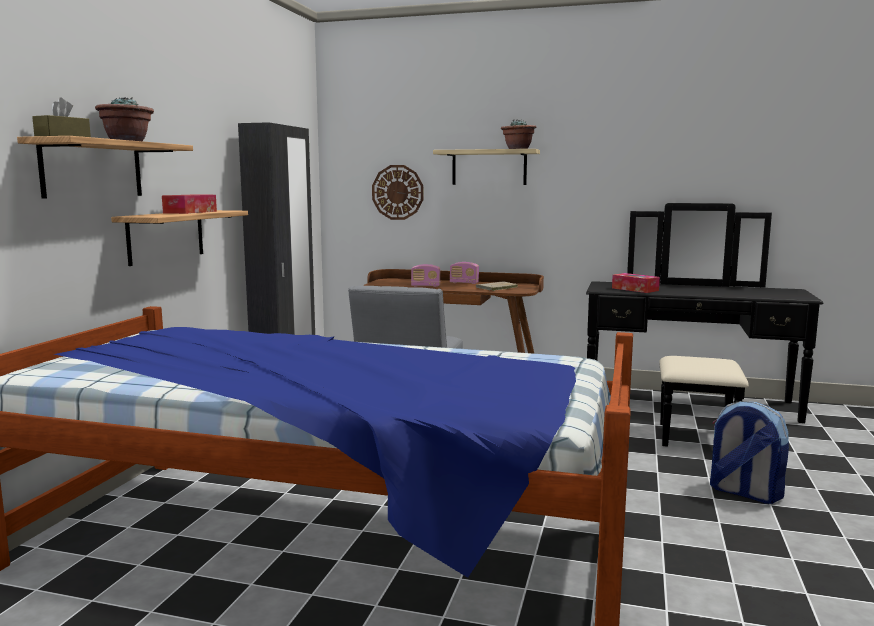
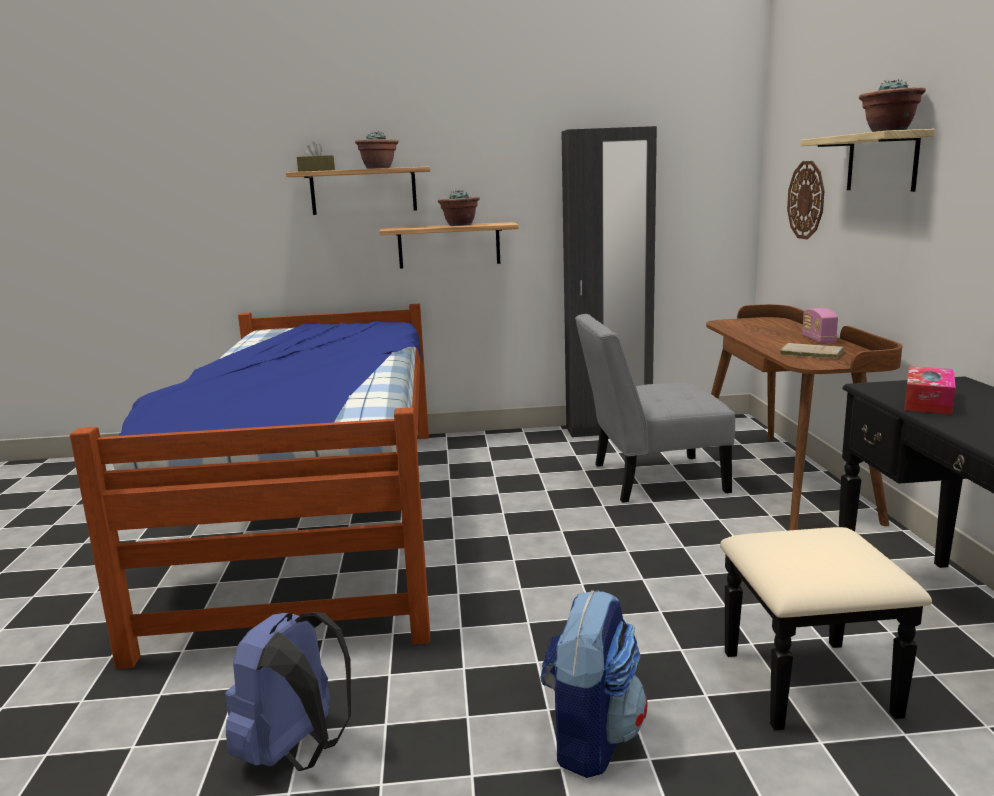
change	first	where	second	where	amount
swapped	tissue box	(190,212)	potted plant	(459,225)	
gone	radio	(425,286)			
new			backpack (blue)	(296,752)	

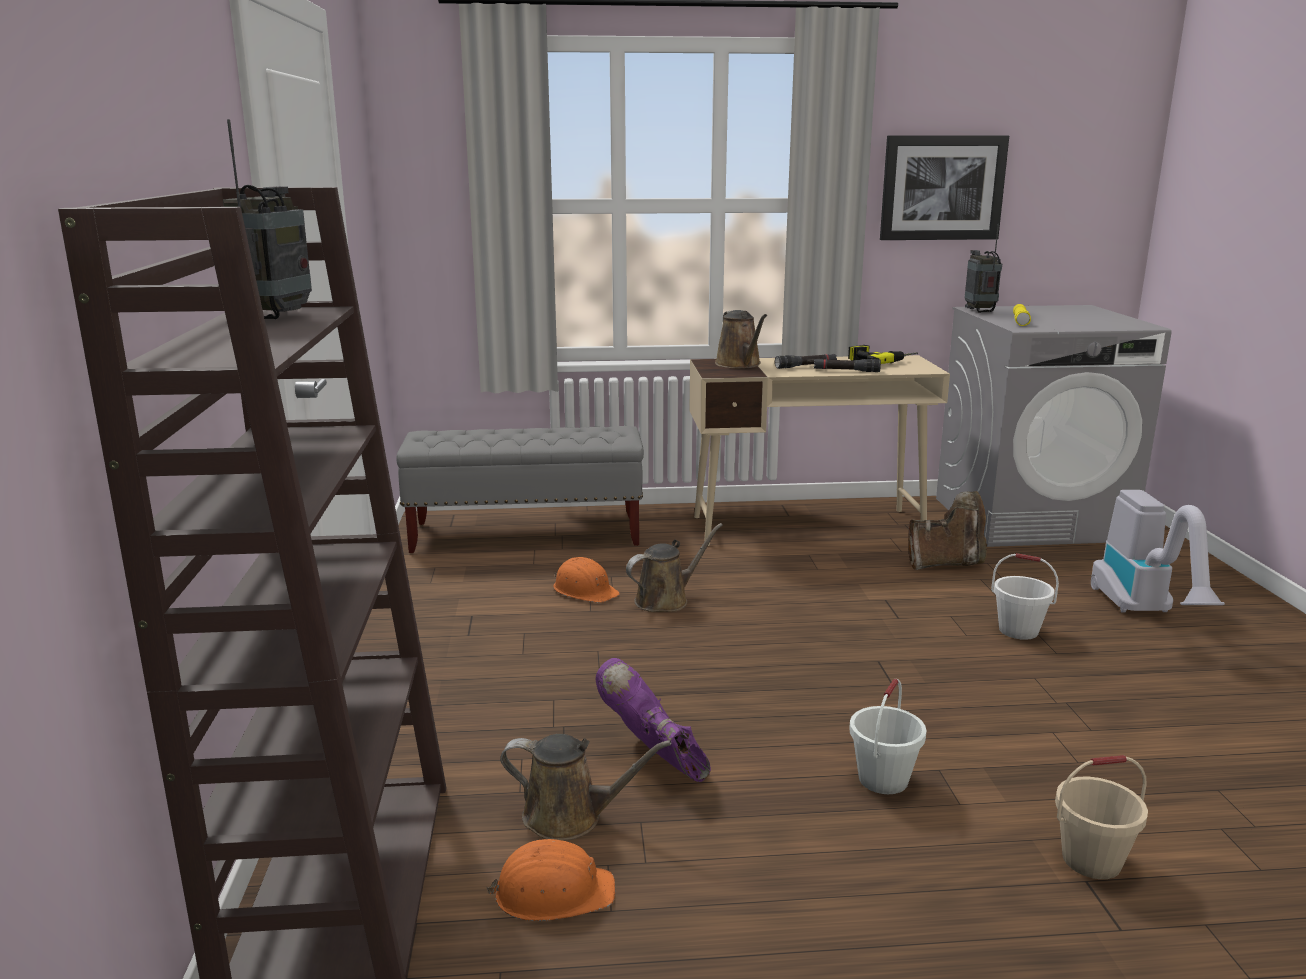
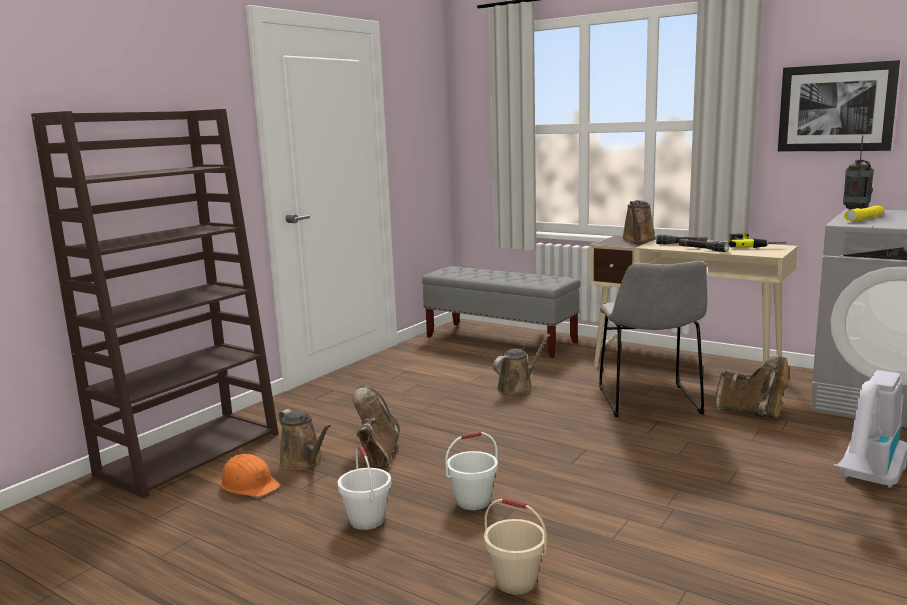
change	first	where	second	where	amount
gone	radio	(276,317)			
rotated	watering can (brown)	(666,600)		(517,387)	45 degrees counterclockwise
shifted	bucket (white)	(1018,630)		(367,520)	
gone	hard hat (orange)	(585,590)			
repainted	boot (purple)	(655,760)	boot (brown)	(378,453)	
new			chair (grey)	(650,403)	

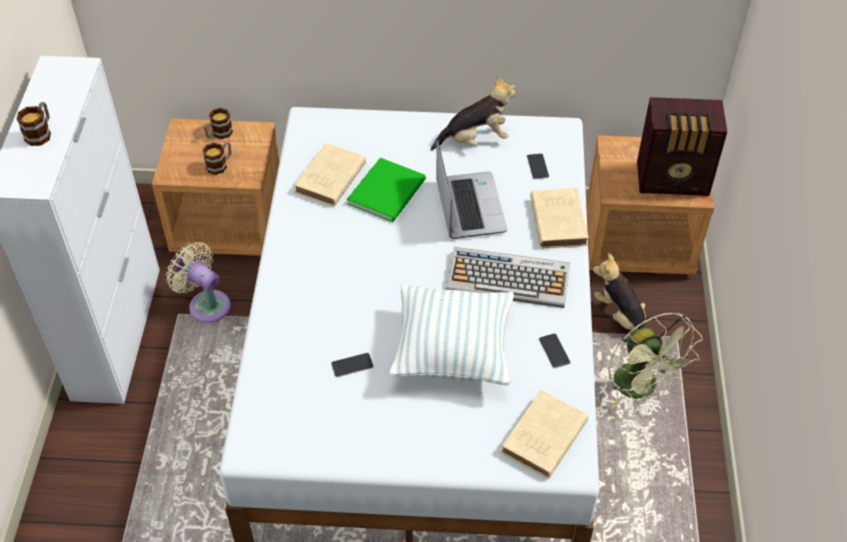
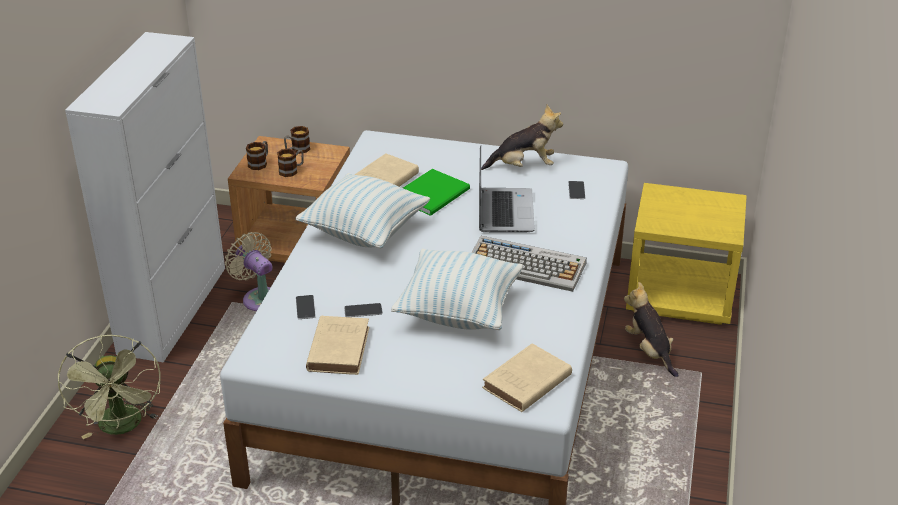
change	first	where	second	where	amount
gone	radio	(674,180)			
shifted	mug	(40,133)		(260,163)	
repainted	nightstand (brown)	(639,242)	nightstand (yellow)	(680,295)	
shifted	book (beige)	(558,220)		(339,348)	
shifted	fan (green)	(642,388)		(122,427)	
shifted	phone	(554,351)		(305,307)	
new			pillow	(364,232)	

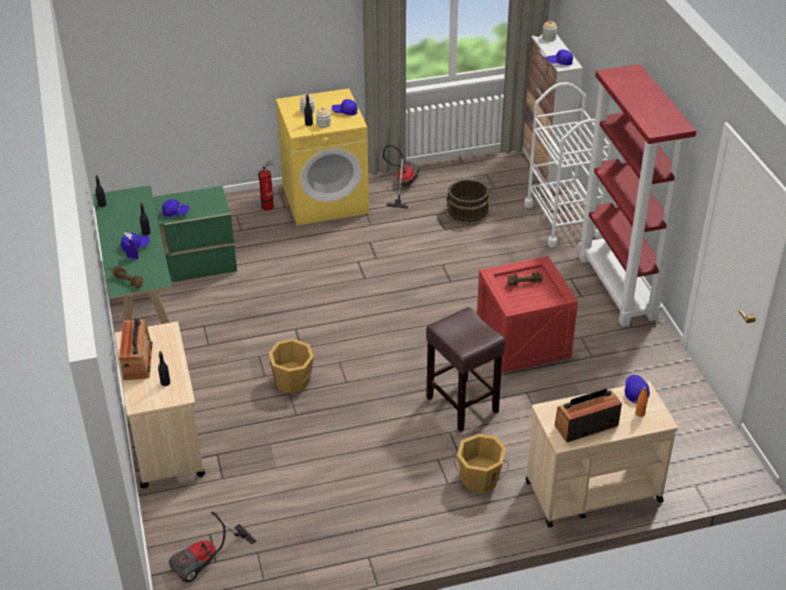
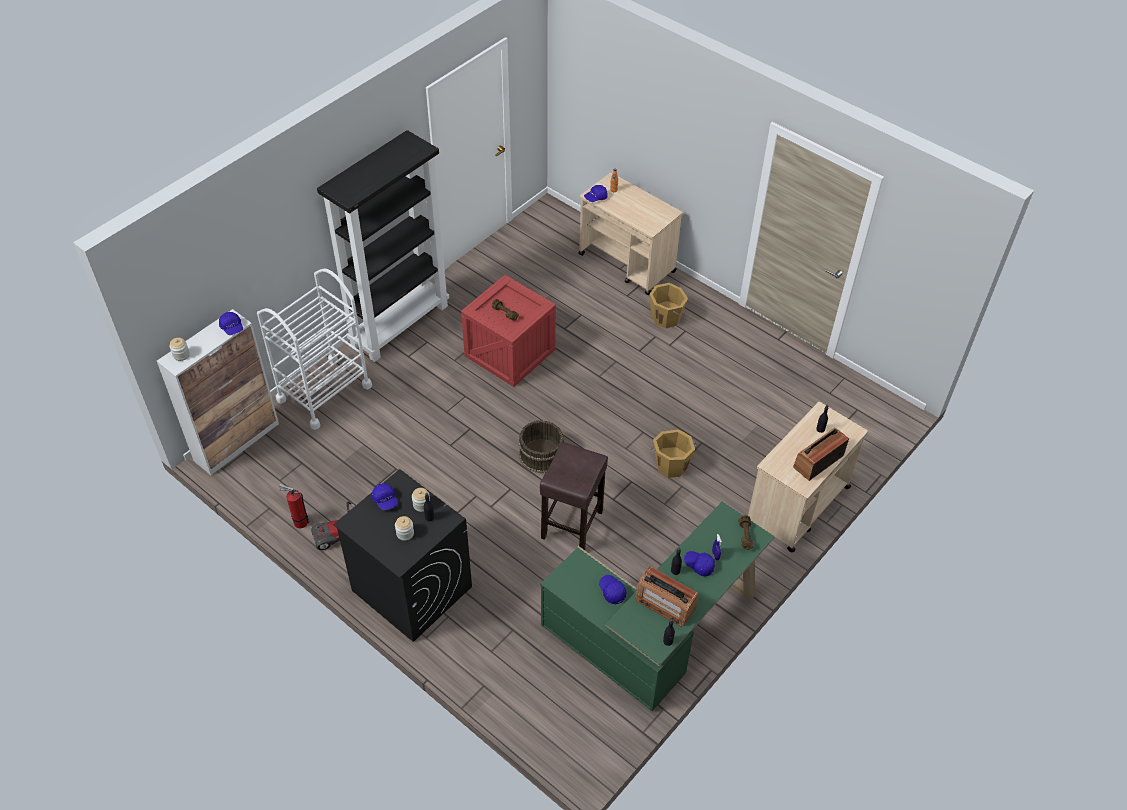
change	first	where	second	where	amount
repainted	bookcase (red)	(618,288)	bookcase (black)	(400,324)	
repainted	washing machine (yellow)	(325,199)	washing machine (black)	(411,588)	
shifted	fire extinguisher	(269,206)		(299,522)	
shifted	bucket (brown)	(467,212)		(542,454)	
shifted	stool (brown)	(463,405)		(572,523)	
shifted	radio	(586,425)		(665,604)	
gone	vacuum cleaner	(208,561)			

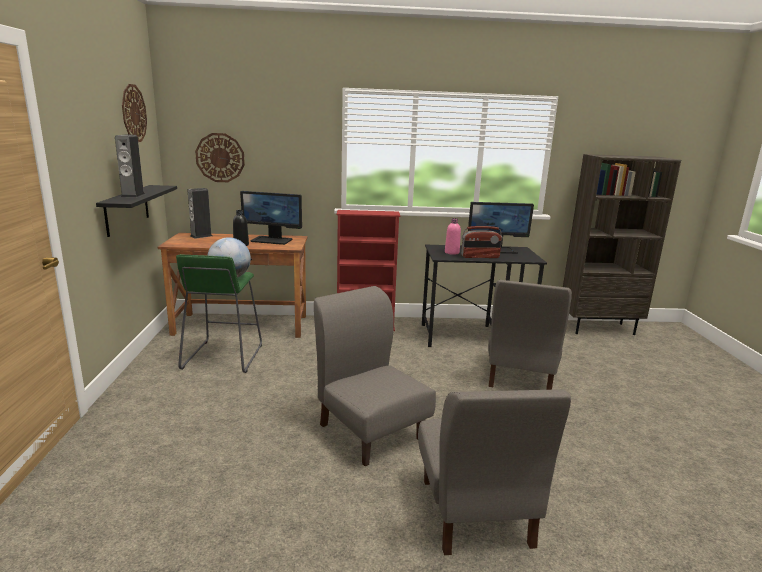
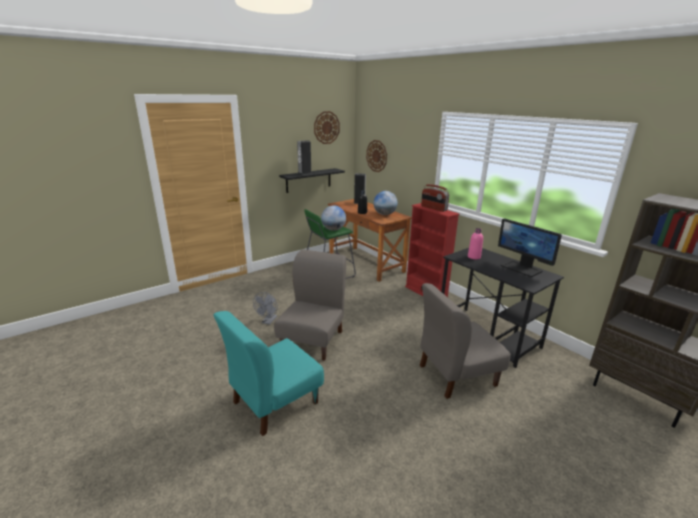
change	first	where	second	where	amount
swapped	monitor	(272,240)	globe	(384,214)	
shifted	radio	(480,257)		(433,208)	
repainted	chair (grey)	(475,512)	chair (turquoise)	(274,402)	
new			fan (grey)	(268,321)	

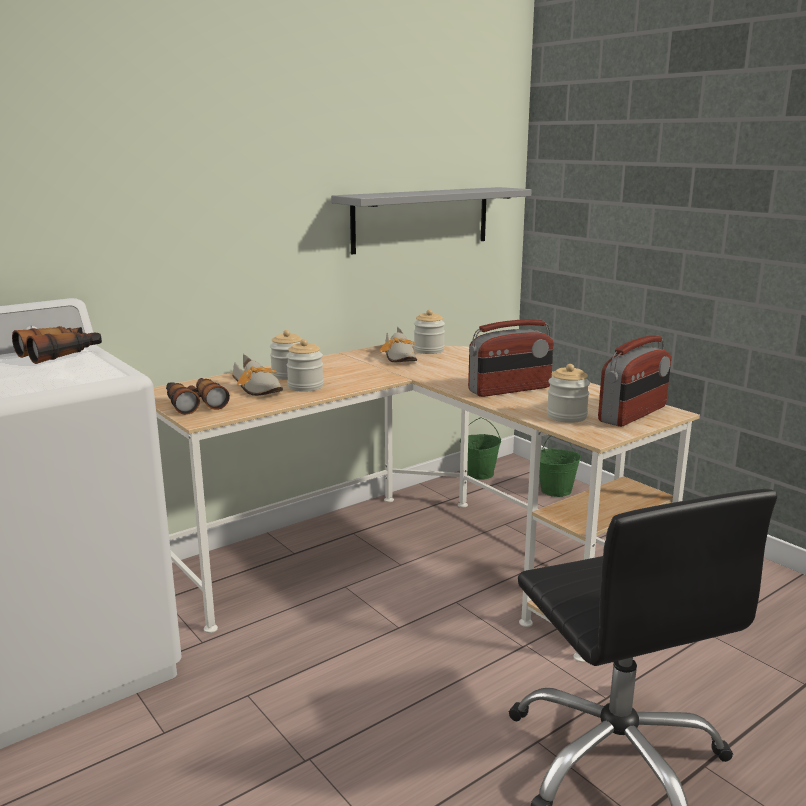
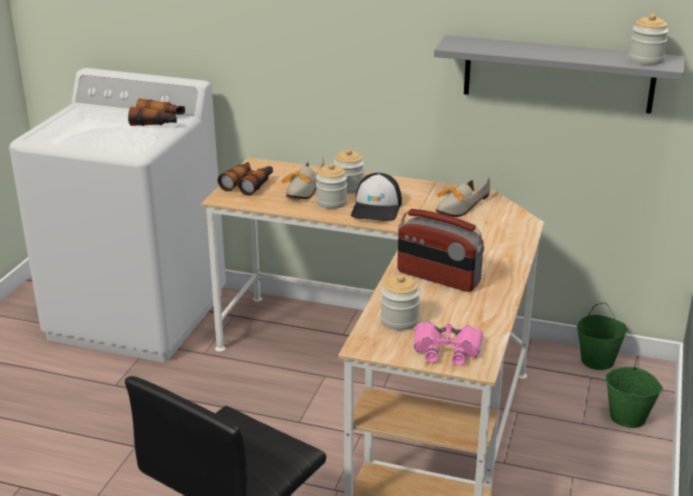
change	first	where	second	where	amount
shifted	jar	(429,350)		(646,60)	
swapped	radio	(633,414)	binoculars (pink)	(446,349)	
new			cap	(377,208)	

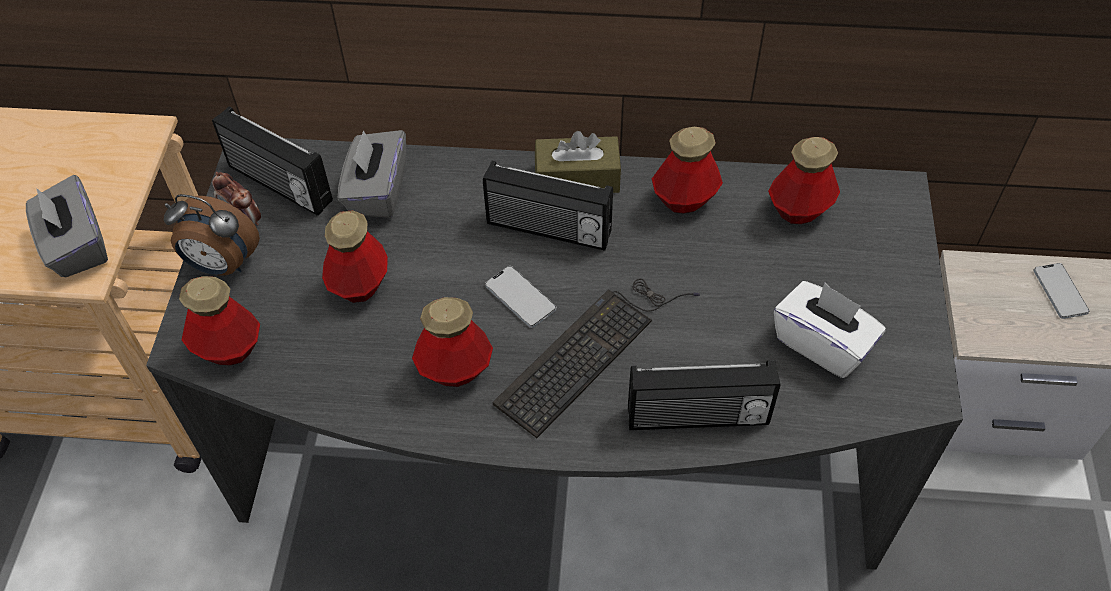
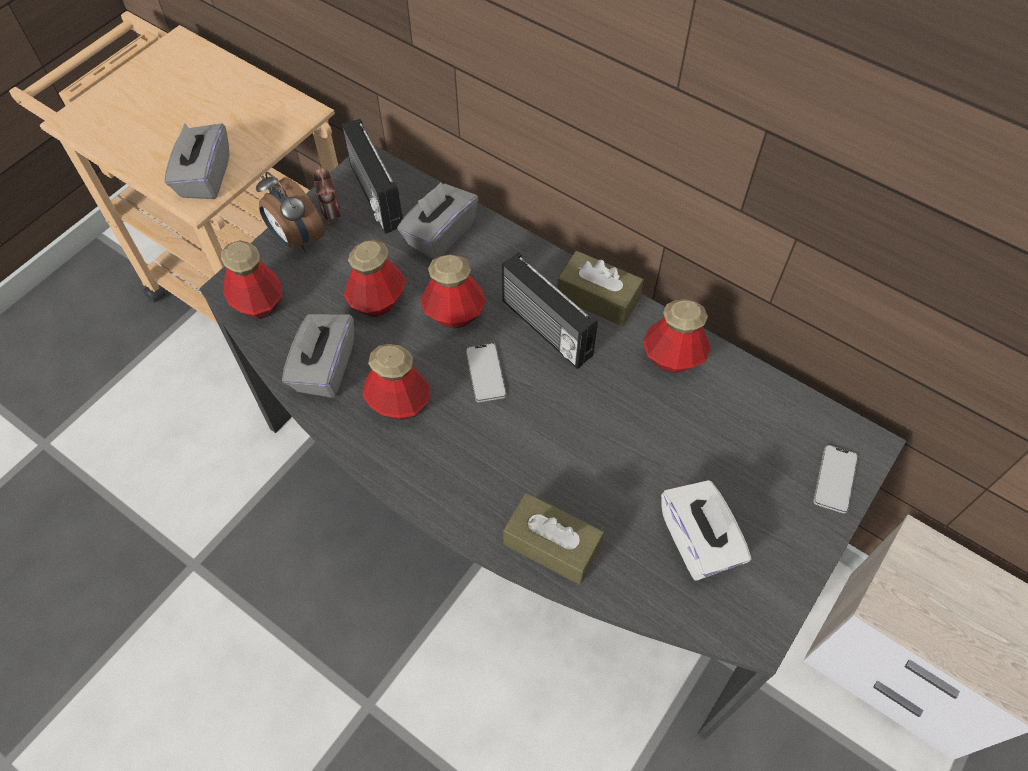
change	first	where	second	where	amount
shifted	bottle	(799,209)		(454,314)	
shifted	phone	(1060,291)		(835,479)	
gone	keyboard	(592,349)			
swapped	radio	(698,418)	tissue box (brown)	(552,545)	
new			tissue box (grey)	(324,368)	

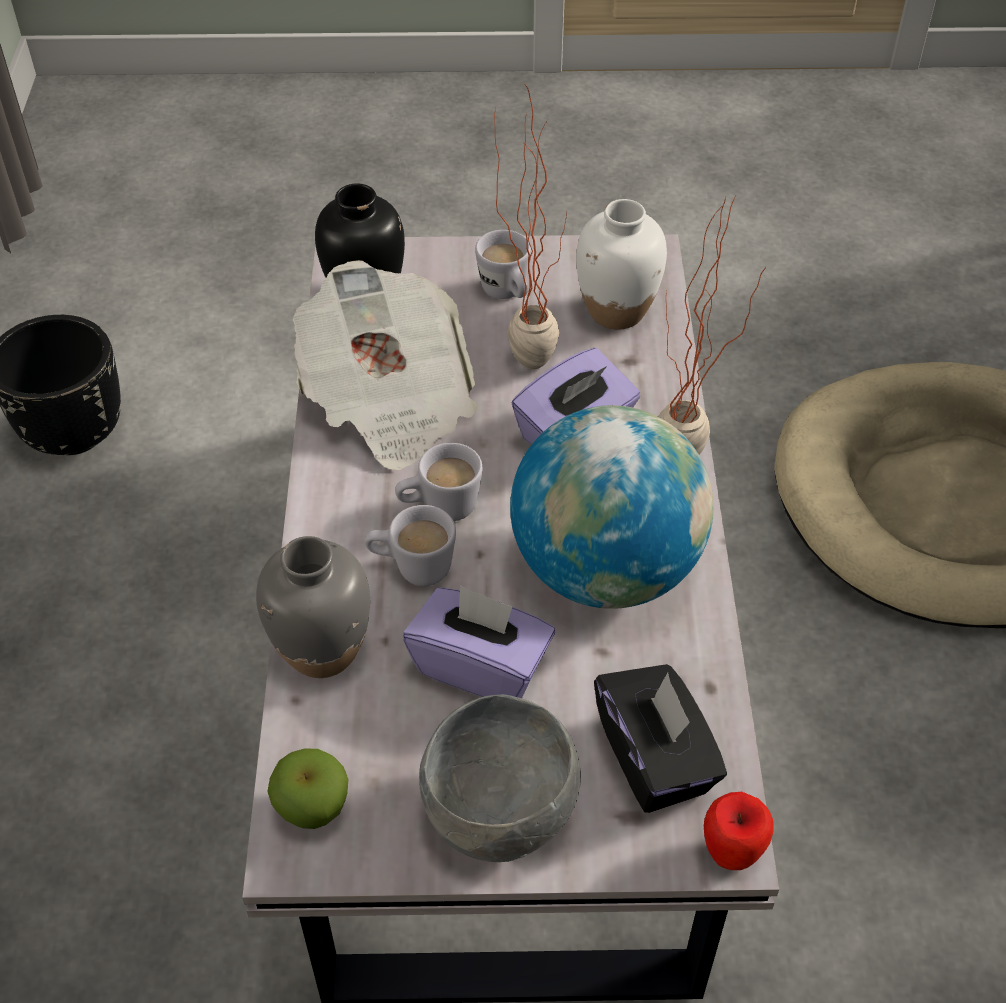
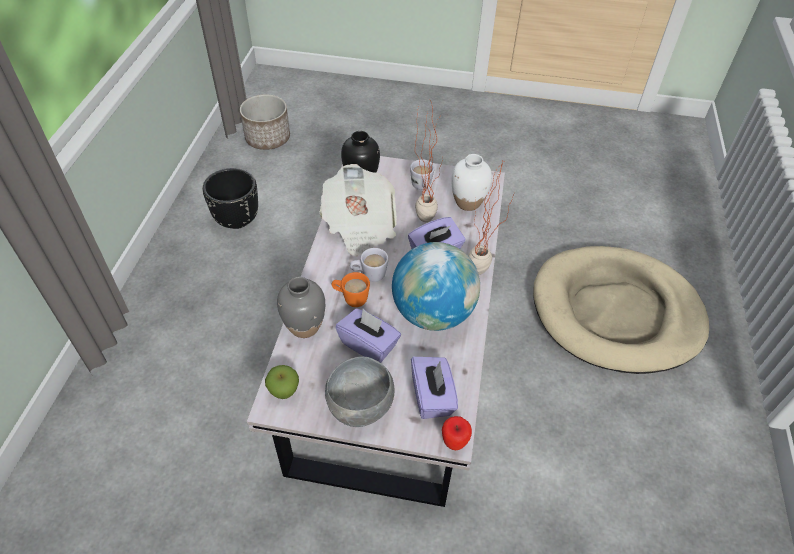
change	first	where	second	where	amount
repainted	mug (white)	(412,568)	mug (orange)	(351,298)	
repainted	tissue box (black)	(655,758)	tissue box (purple)	(432,397)	
new			planter	(268,138)	

